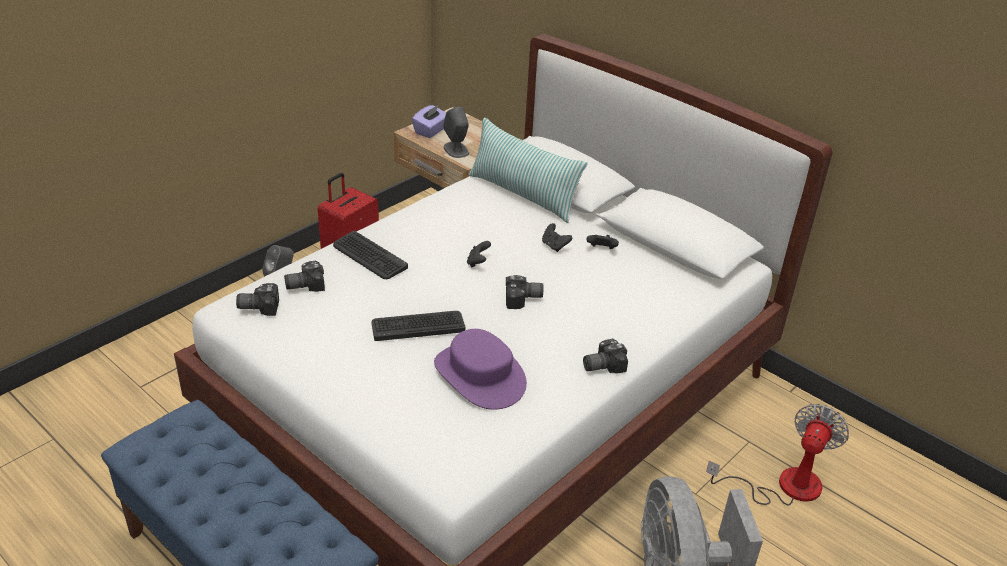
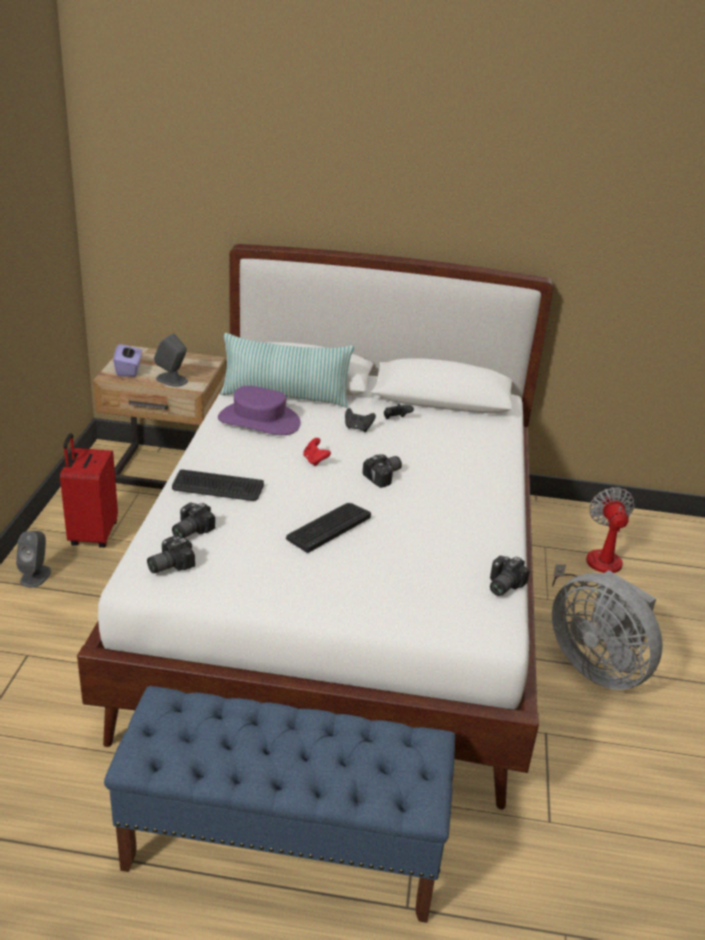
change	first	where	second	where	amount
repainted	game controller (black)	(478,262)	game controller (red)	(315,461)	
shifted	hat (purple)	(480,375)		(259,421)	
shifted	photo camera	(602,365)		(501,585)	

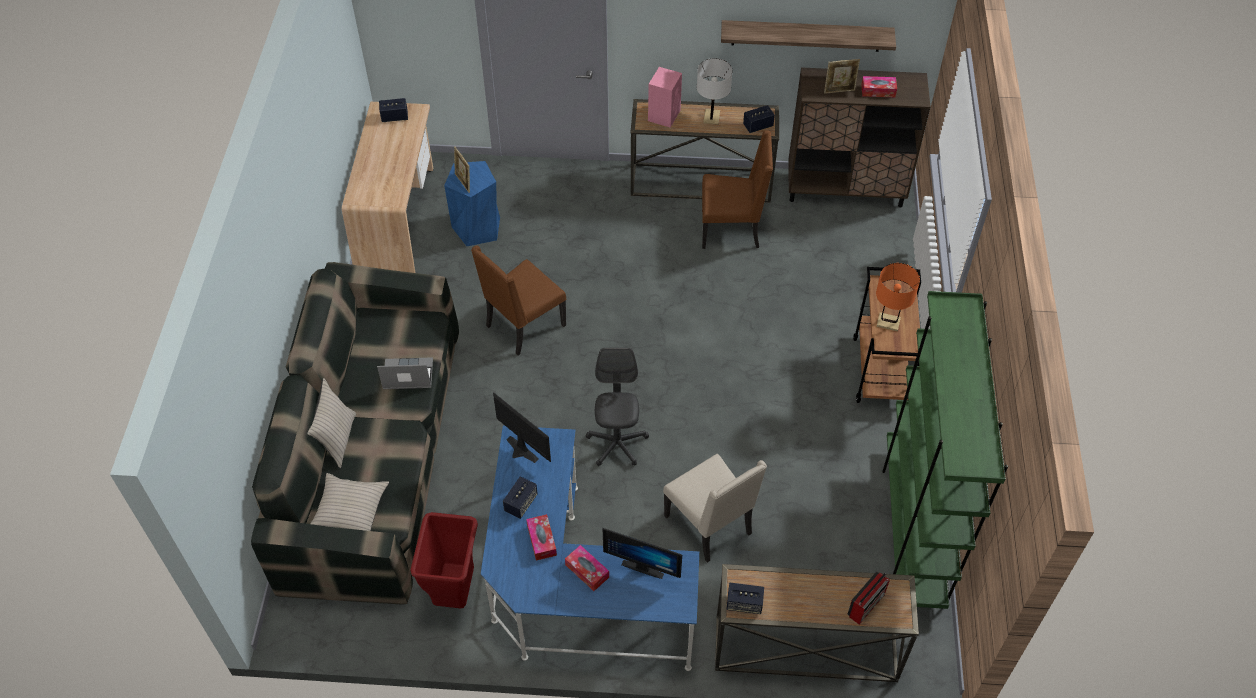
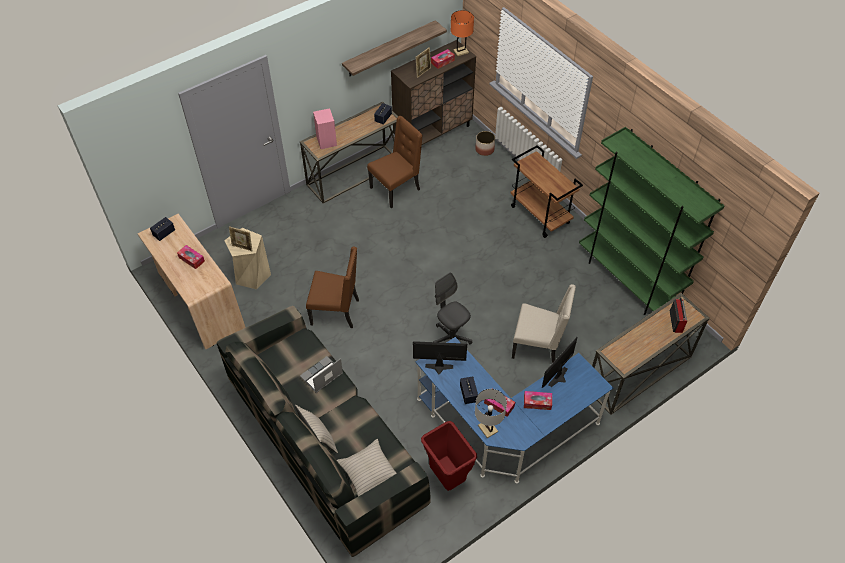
change	first	where	second	where	amount
shifted	table lamp (white)	(711,117)		(488,428)	
repainted	stool (blue)	(477,228)	stool (beige)	(252,275)	
rotated	chair (brown)	(523,326)		(336,311)	90 degrees counterclockwise
shifted	table lamp (orange)	(888,322)		(461,51)	
rotated	monitor	(644,565)		(560,378)	150 degrees clockwise
gone	speaker	(744,604)			
new			planter	(484,149)	
new			tissue box	(191,259)	

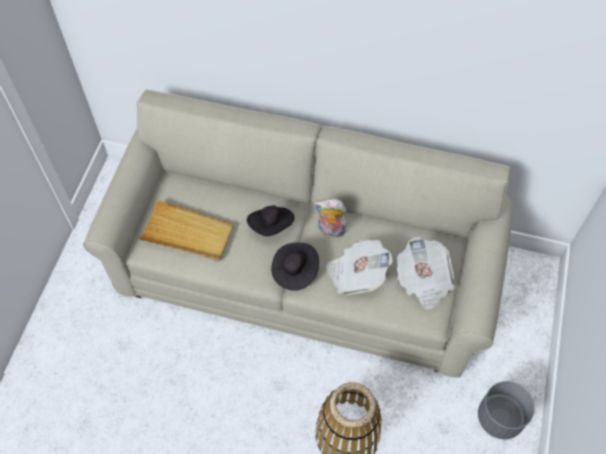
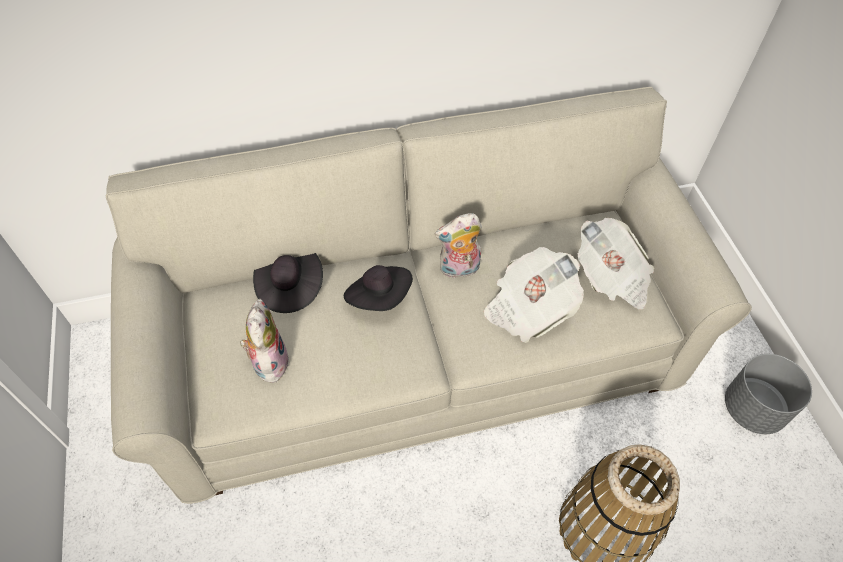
change	first	where	second	where	amount
swapped	tray (beige)	(187,234)	plush toy	(268,361)	
shifted	hat (black)	(295,271)		(290,287)	

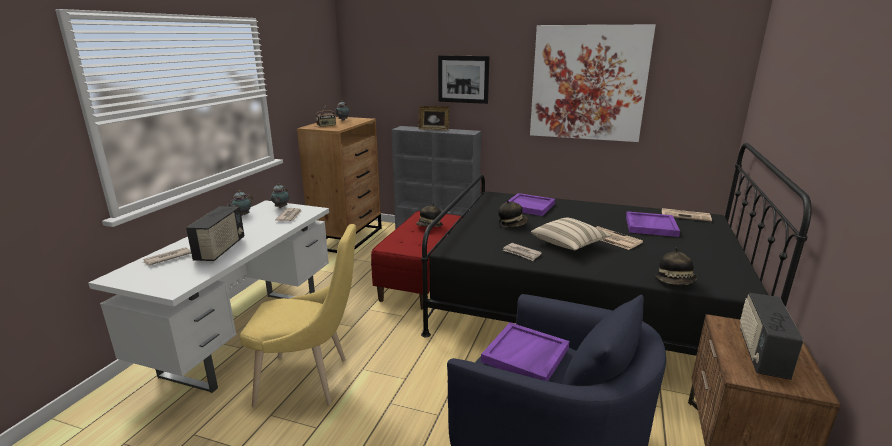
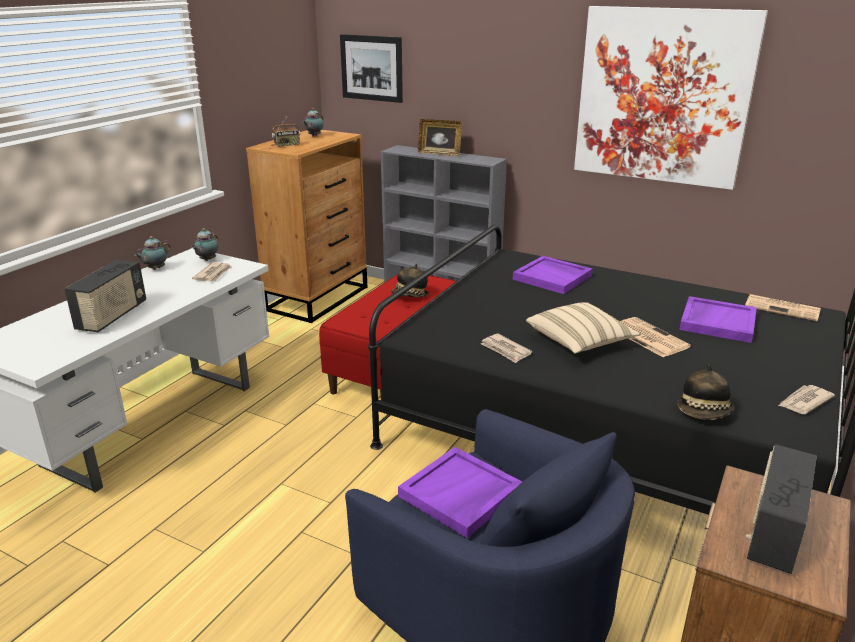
change	first	where	second	where	amount
shifted	picture	(463,79)		(371,68)	
gone	hat	(512,224)			
gone	chair (yellow)	(309,381)			
shifted	newspaper	(167,258)		(804,402)	

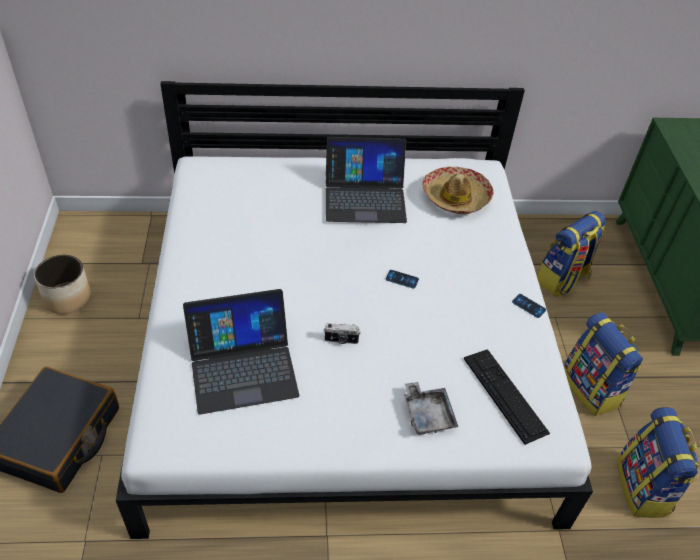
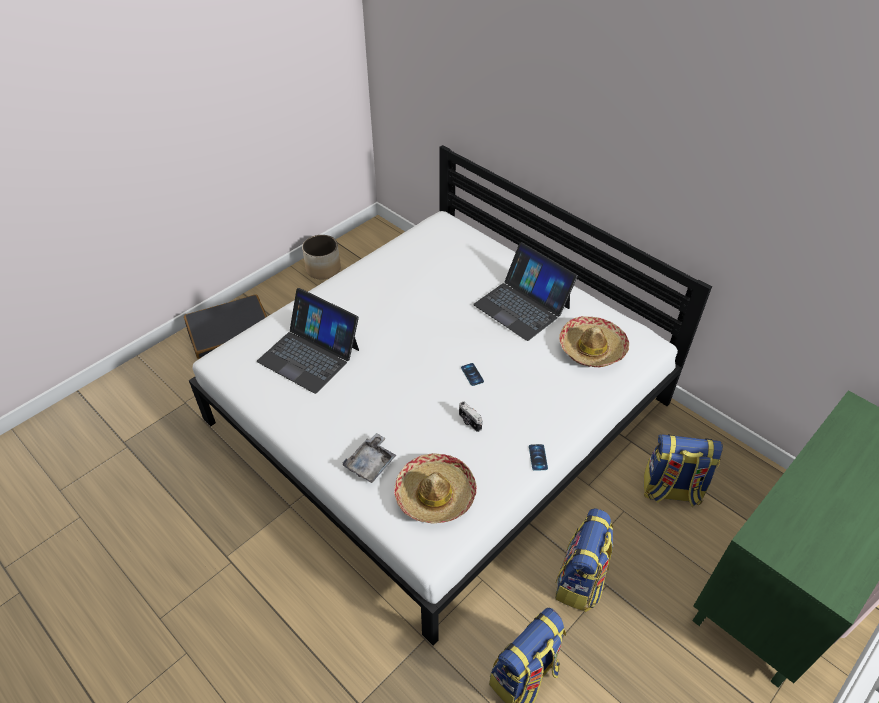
change	first	where	second	where	amount
shifted	photo camera	(341,340)		(469,422)	
swapped	keyboard	(505,394)	hat	(435,494)	

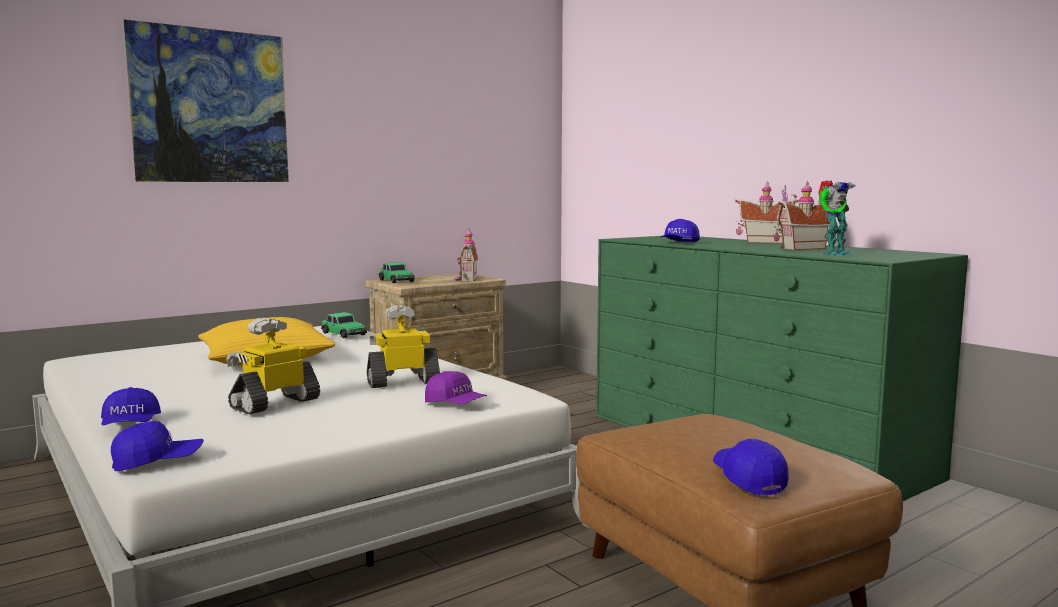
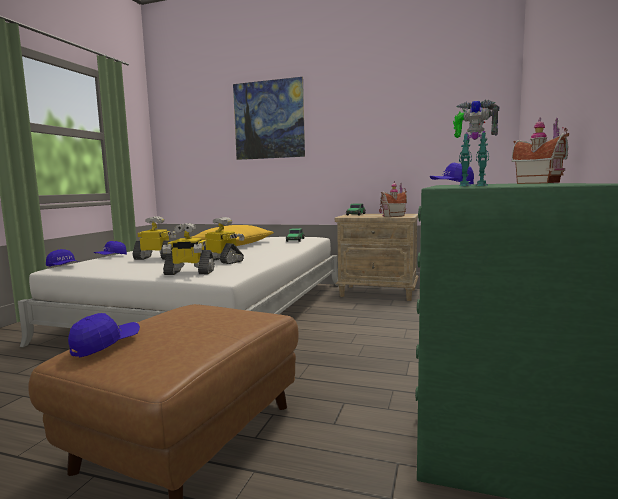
change	first	where	second	where	amount
gone	toy house	(800,248)			
swapped	cap (purple)	(455,404)	toy robot	(189,273)	

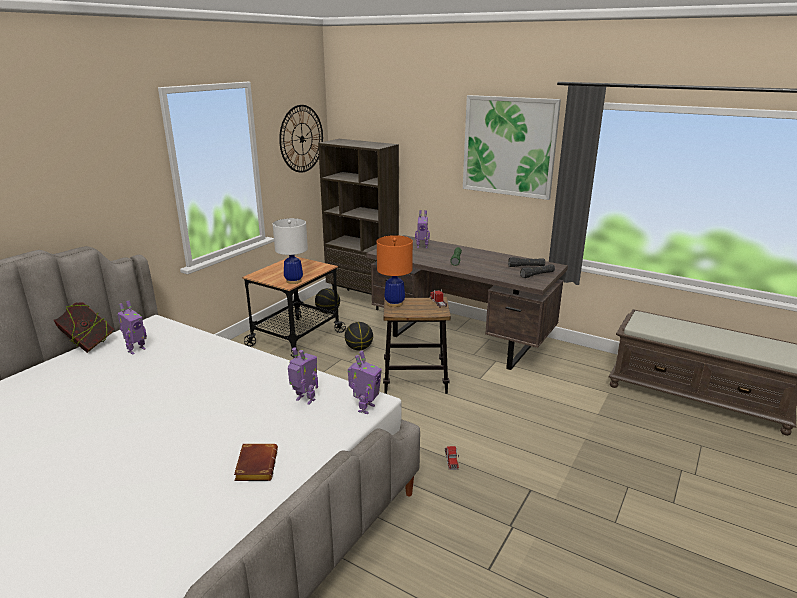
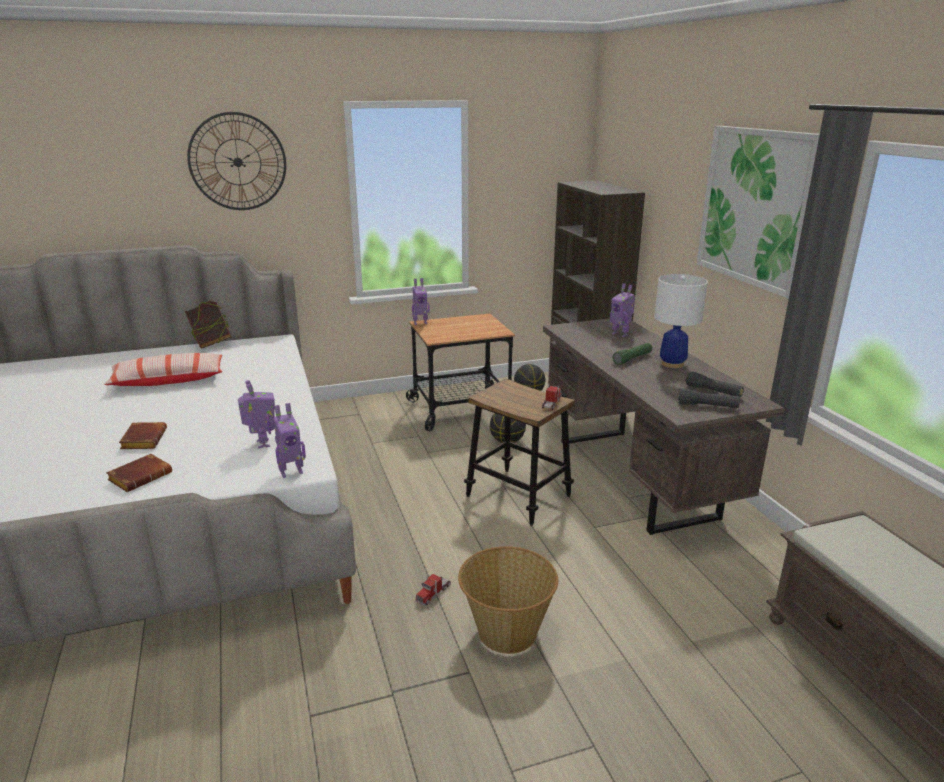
change	first	where	second	where	amount
shifted	wall clock	(301,139)		(237,162)	
shifted	table lamp (white)	(294,281)		(672,364)	
gone	table lamp (orange)	(394,303)			
shifted	toy robot	(136,350)		(420,323)	
new			pillow	(168,380)	
new			book (brown)	(143,439)	
new			basket	(506,631)	

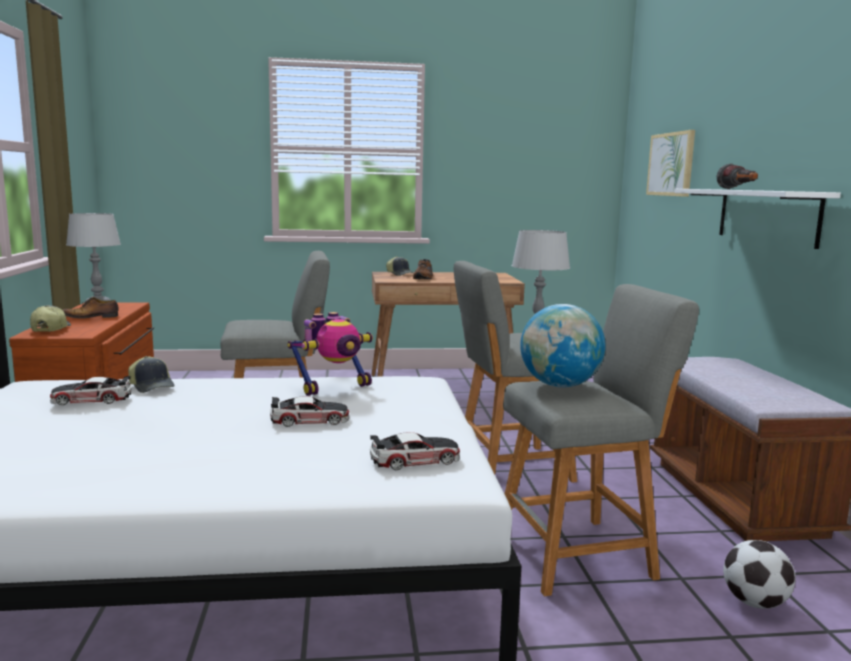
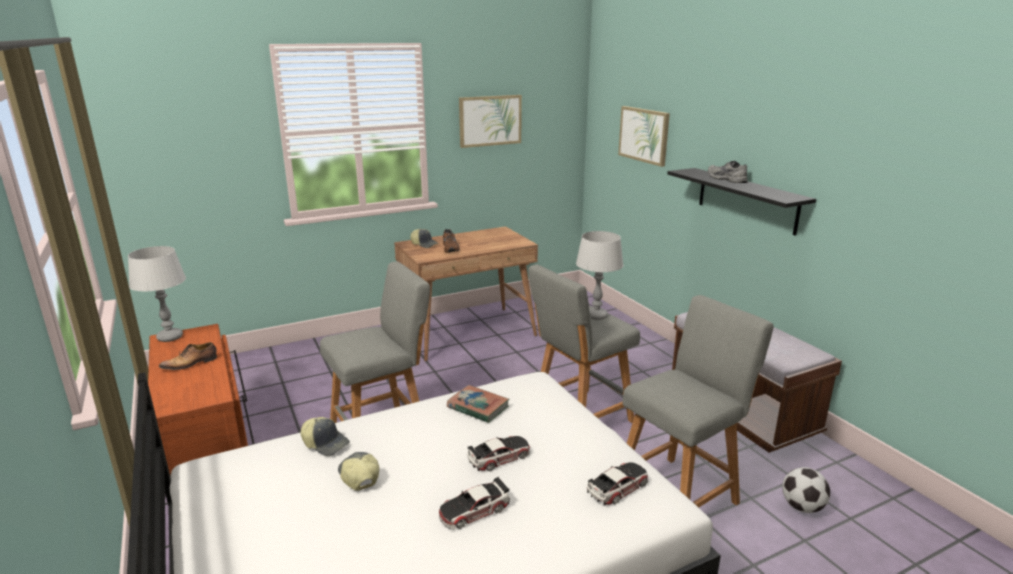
change	first	where	second	where	amount
swapped	flashlight	(739,189)	shoe (grey)	(725,179)	
repainted	shelf (white)	(767,216)	shelf (black)	(746,200)	
gone	globe	(559,385)			
shifted	cap	(50,329)		(358,476)	
swapped	toy robot	(334,387)	book	(478,407)	
shifted	toy car	(91,399)		(474,510)	
new			picture	(490,120)	

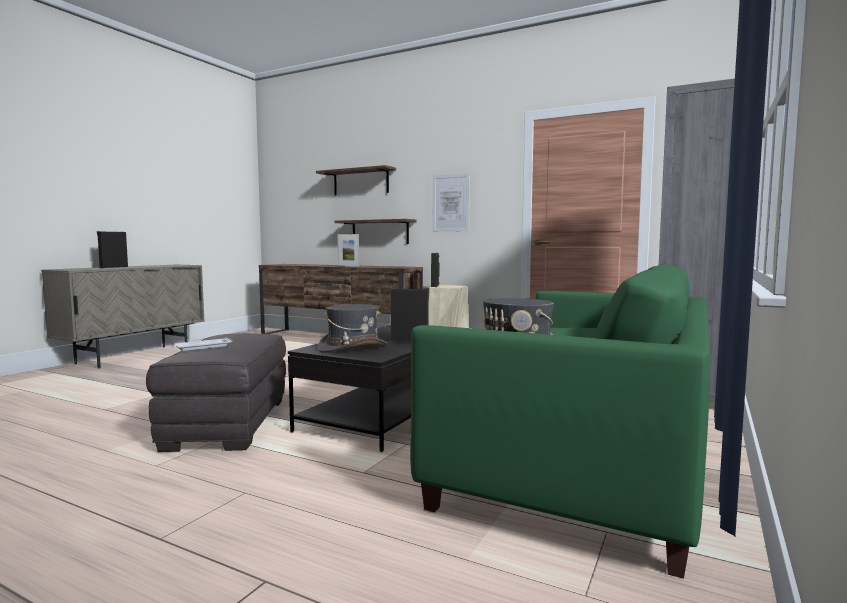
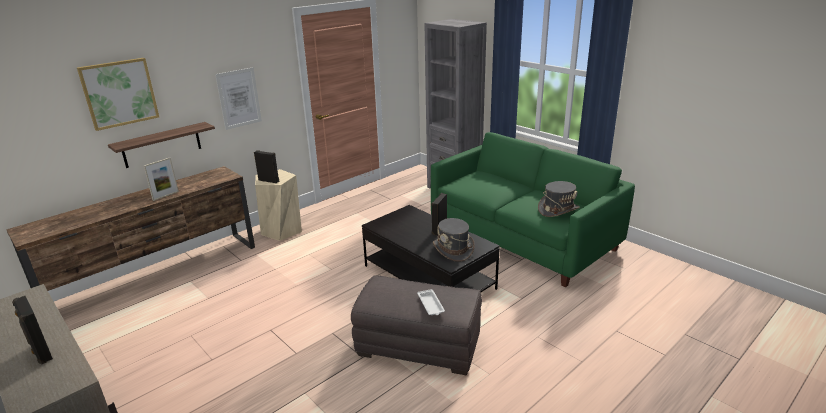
change	first	where	second	where	amount
swapped	shelf	(361,182)	picture	(119,93)	

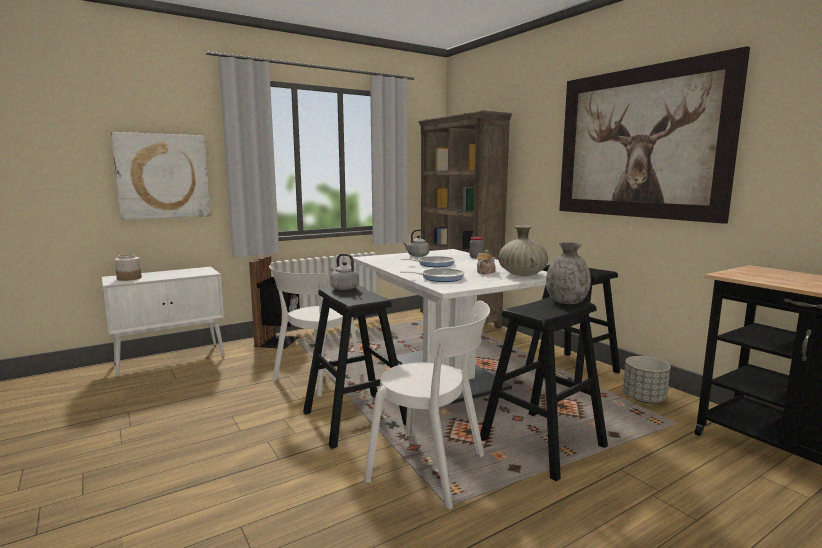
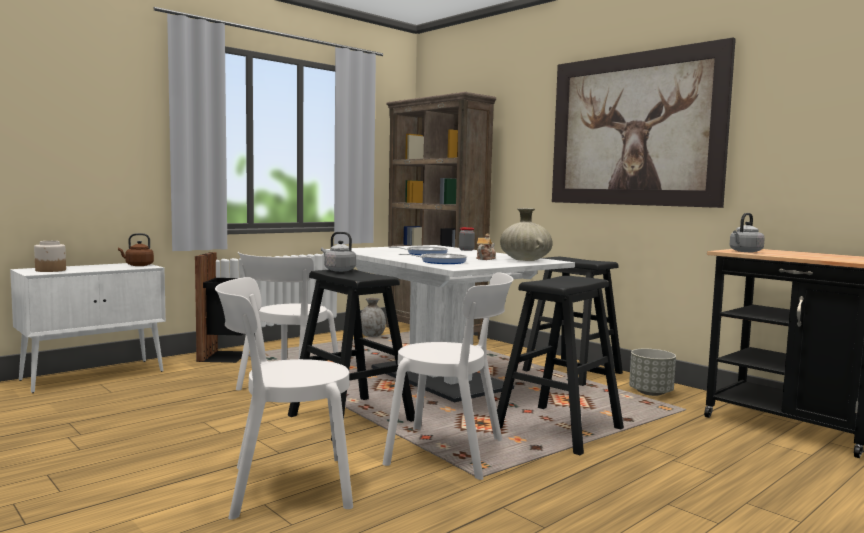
change	first	where	second	where	amount
gone	picture	(163,176)			
shifted	kettle (grey)	(417,256)		(745,251)	
shifted	vase (grey)	(566,302)		(372,336)	
new			kettle (brown)	(138,265)	
new			chair (white)	(283,486)	

